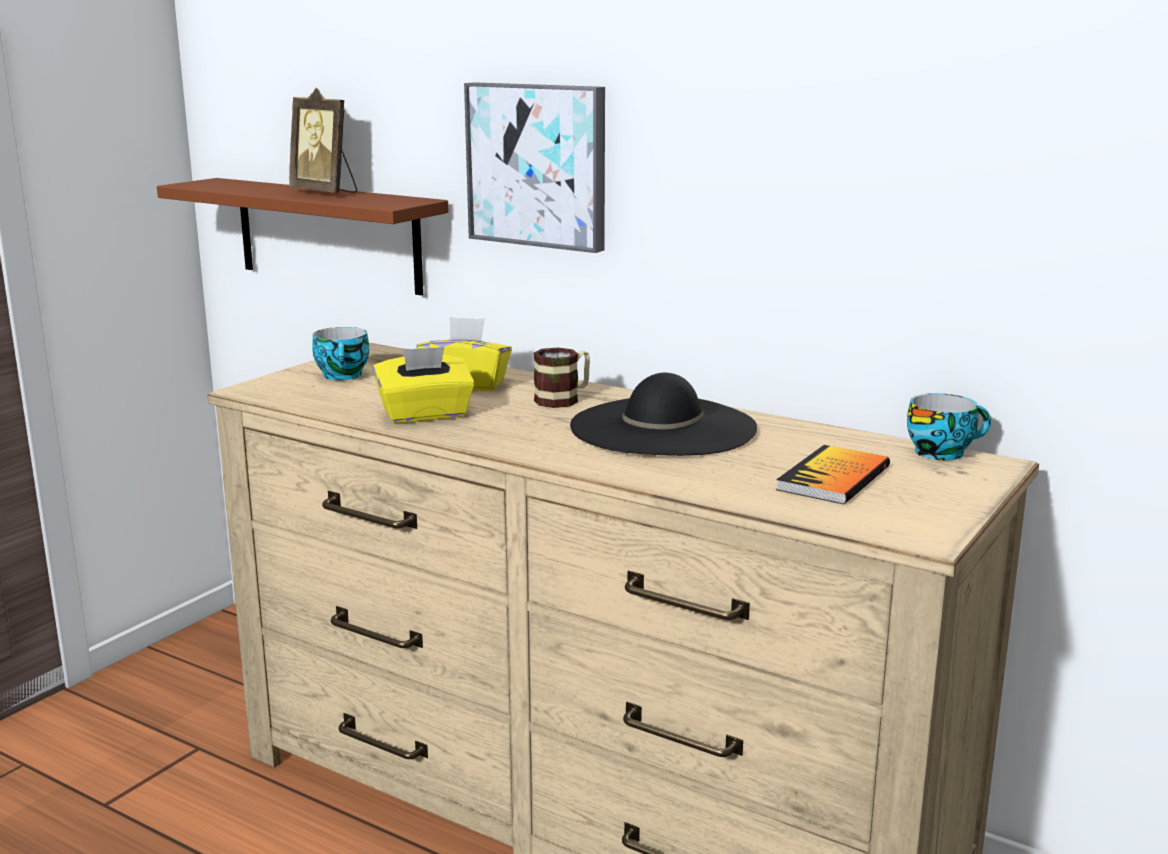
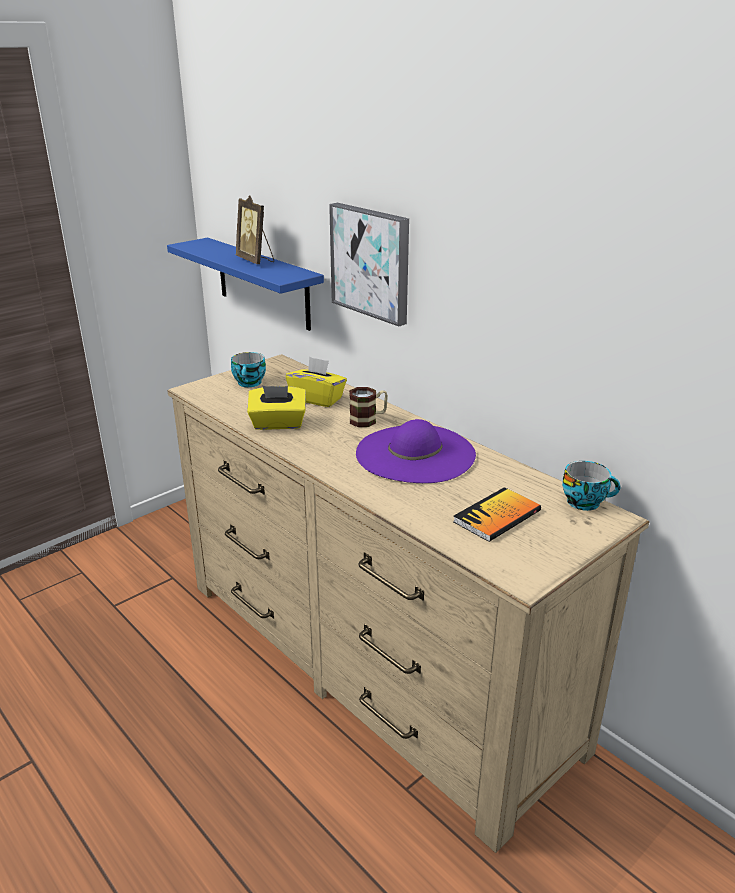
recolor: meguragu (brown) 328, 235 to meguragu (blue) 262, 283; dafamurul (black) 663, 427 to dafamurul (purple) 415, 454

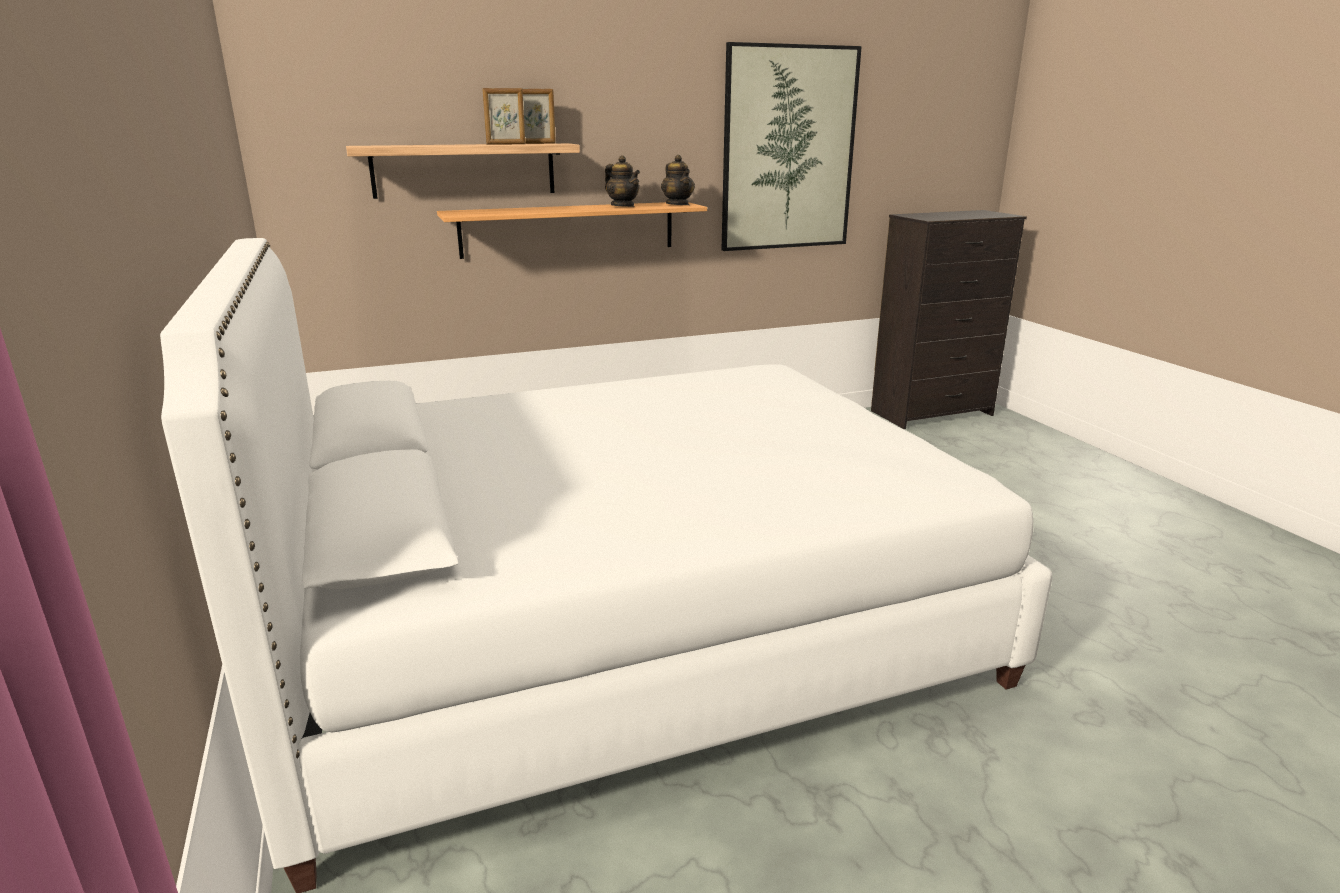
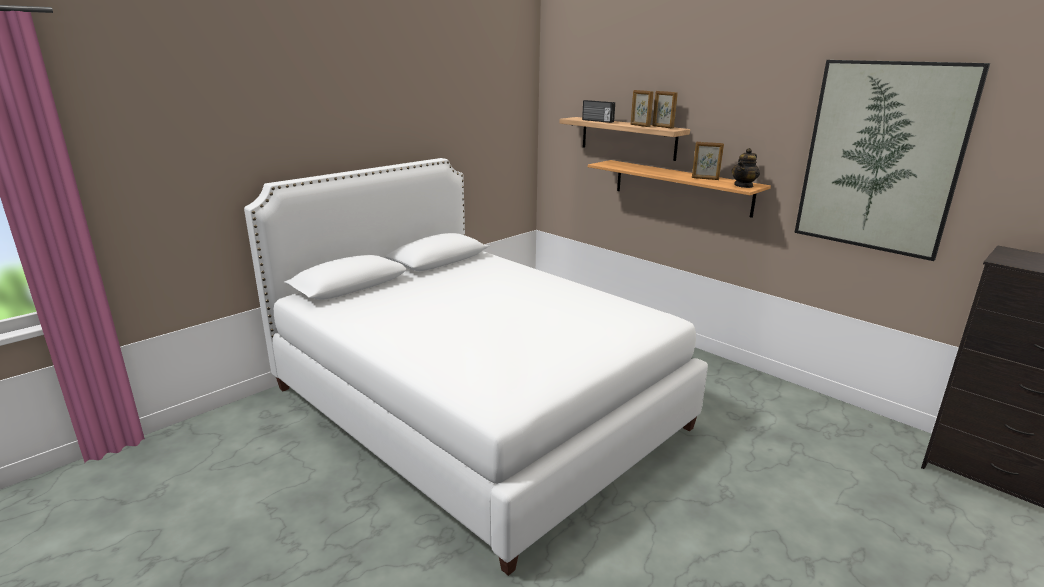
insert: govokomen 597, 121
replace: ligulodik 623, 206 to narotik 705, 178

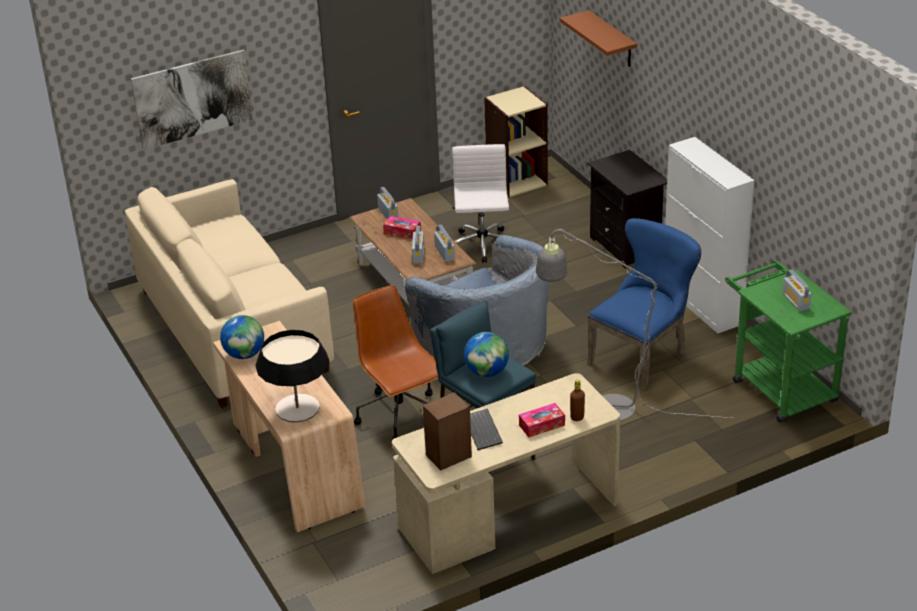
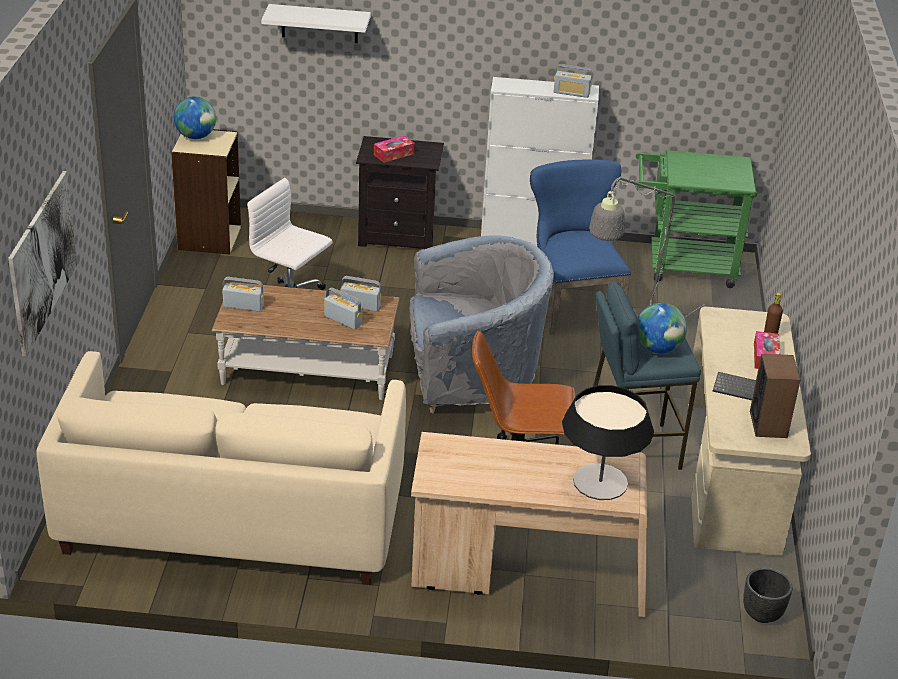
insert: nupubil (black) 762, 614
move: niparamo 244, 354 to 196, 136; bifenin 402, 232 to 394, 154; govokomen 795, 301 to 571, 93
recolor: meguragu (brown) 612, 40 to meguragu (white) 319, 23

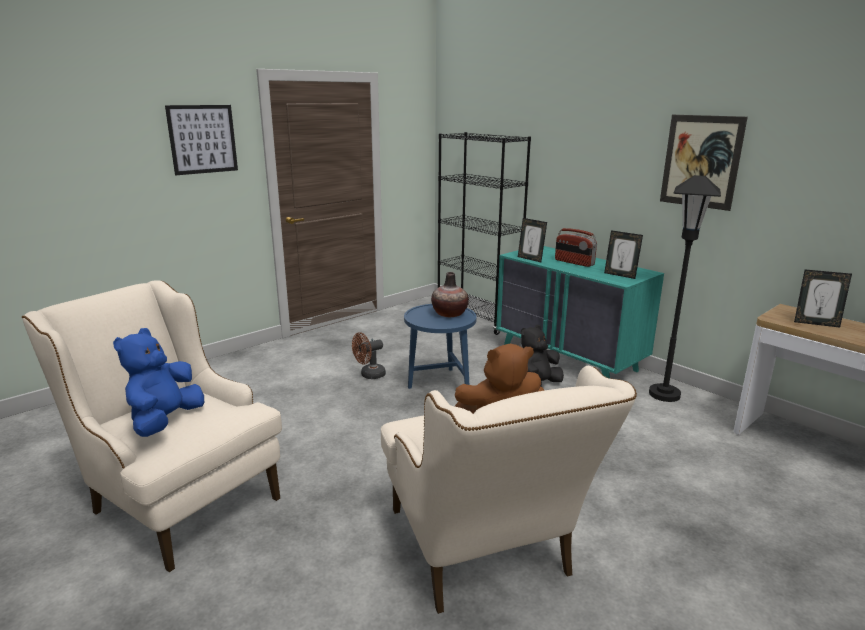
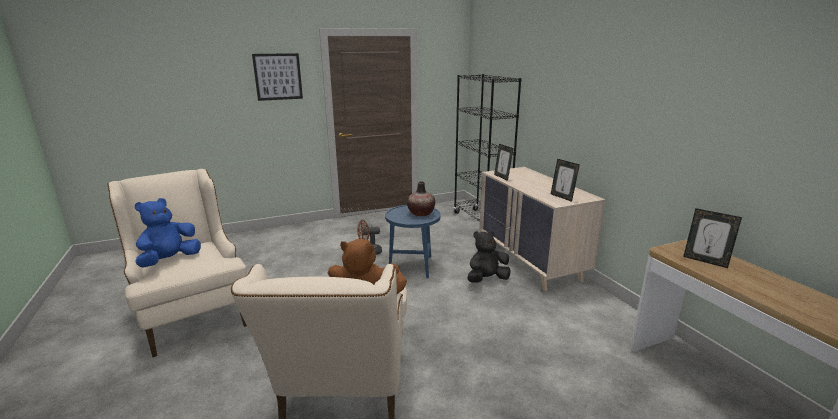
delete: govokomen 574, 262; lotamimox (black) 664, 394; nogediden 701, 161
recolor: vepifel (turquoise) 569, 358 to vepifel (beige) 530, 262

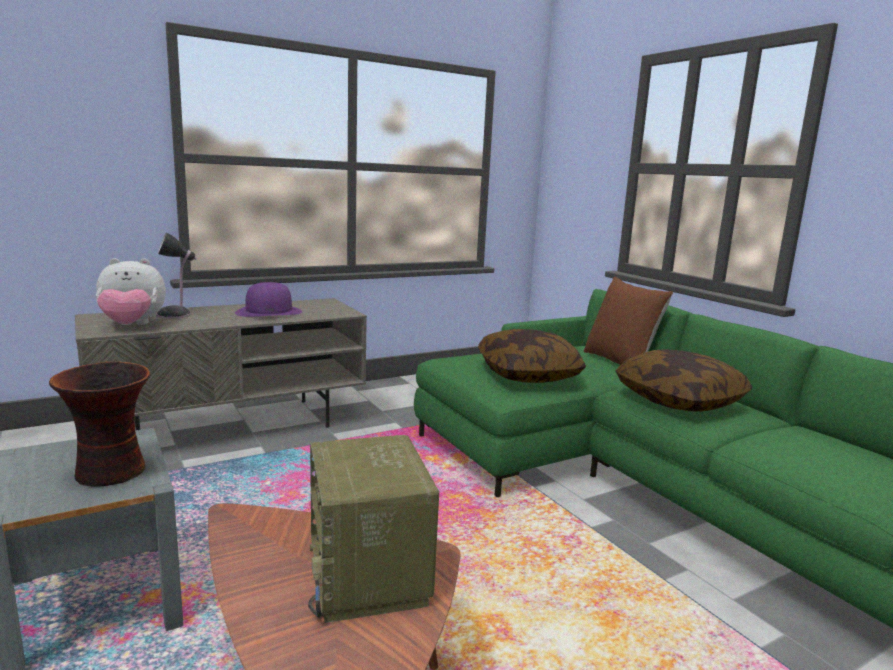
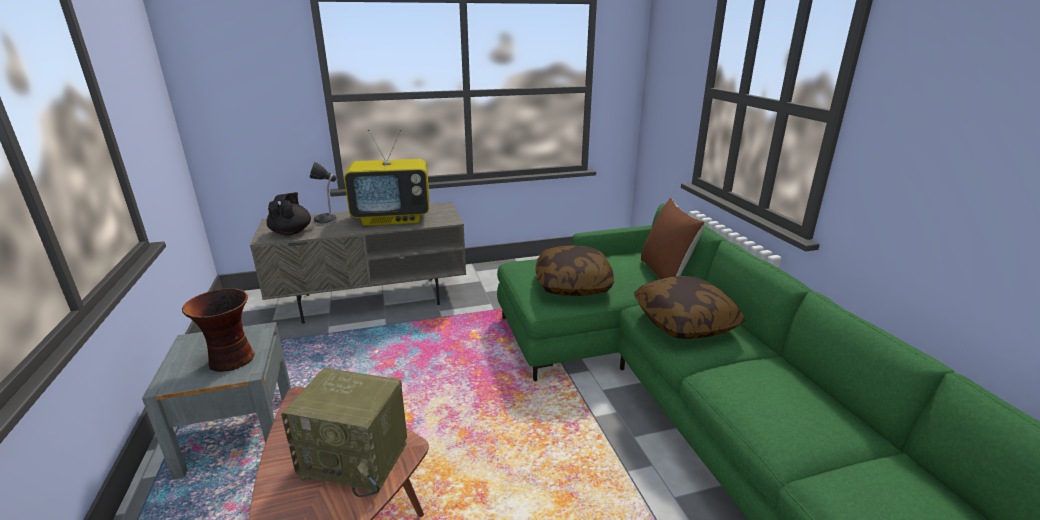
replace: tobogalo 132, 326 to ligulodik (black) 291, 232; dafamurul (purple) 269, 312 to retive 393, 218
rotate: govokomen 369, 575 = 357, 459 75 degrees counterclockwise

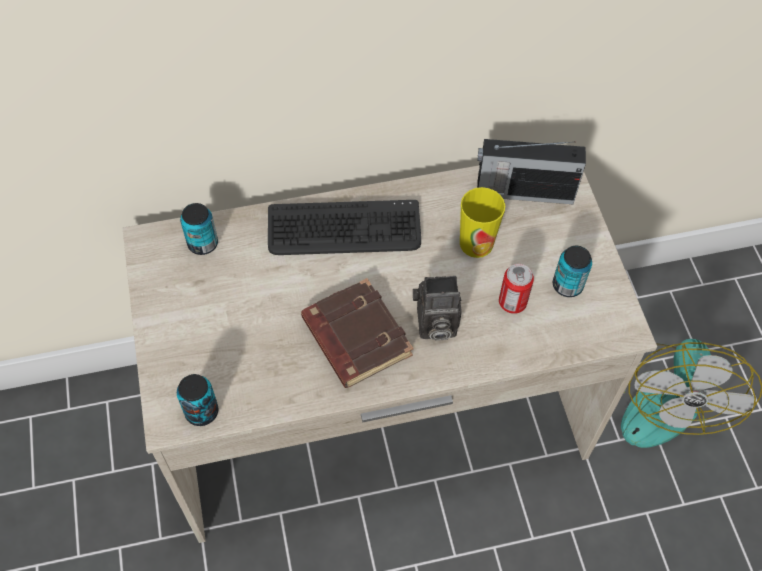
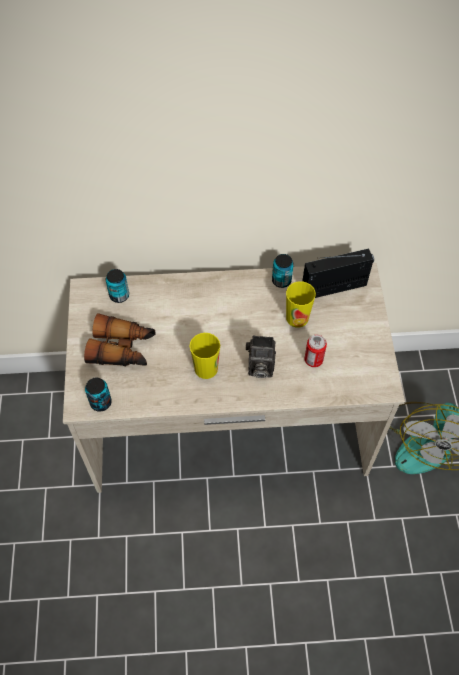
delete: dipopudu 344, 229
insert: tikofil 123, 348
move: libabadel 567, 285 to 281, 280
replace: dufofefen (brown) 354, 337 to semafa 206, 368
rotate: govokomen 523, 191 = 335, 287 150 degrees clockwise

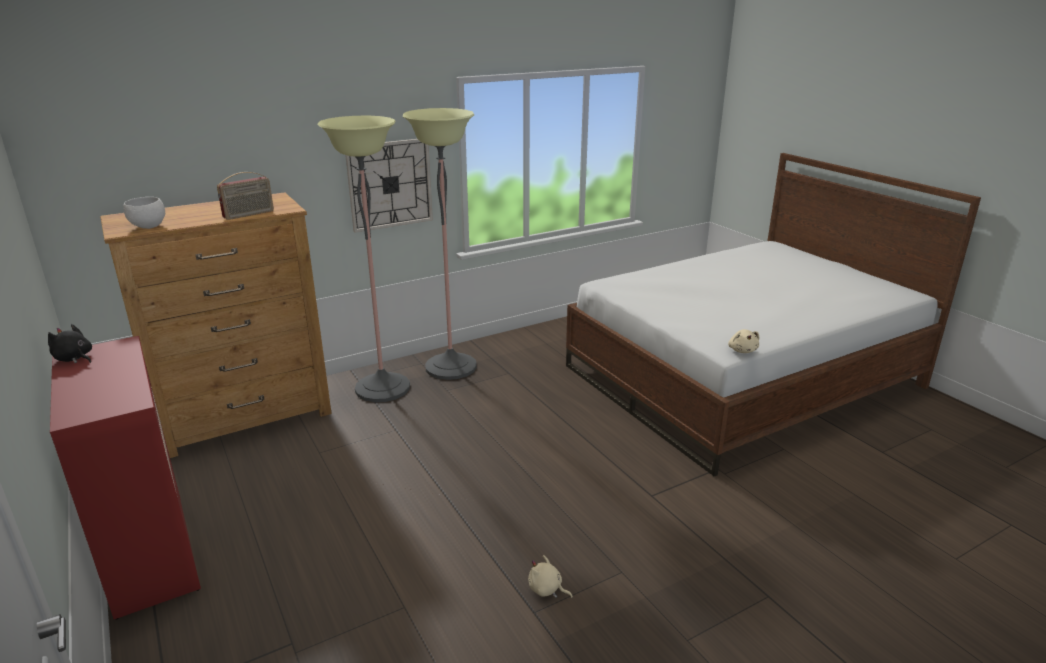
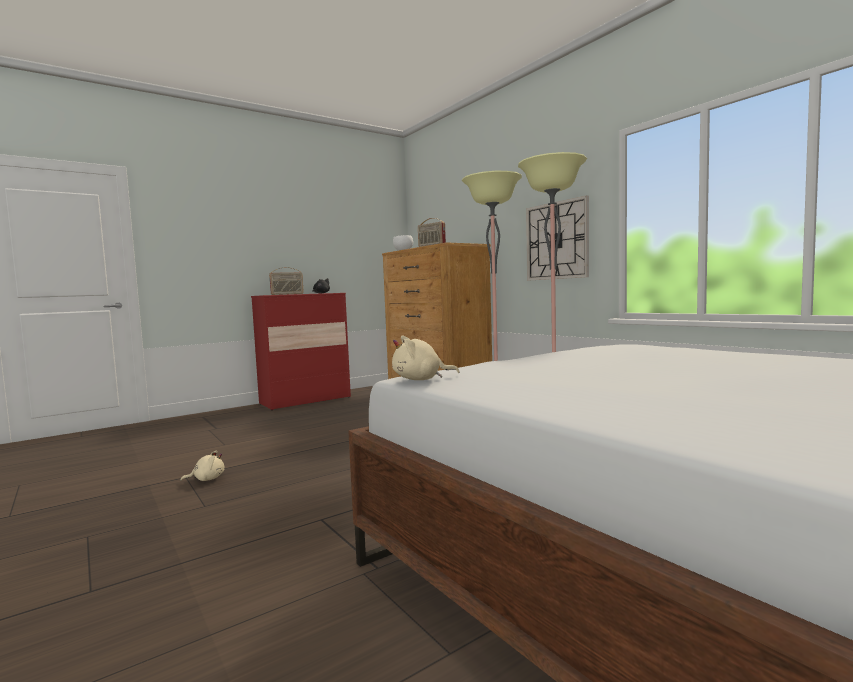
insert: govokomen 287, 294
rotate: tobogalo (beige) 547, 589 = 207, 479 45 degrees clockwise

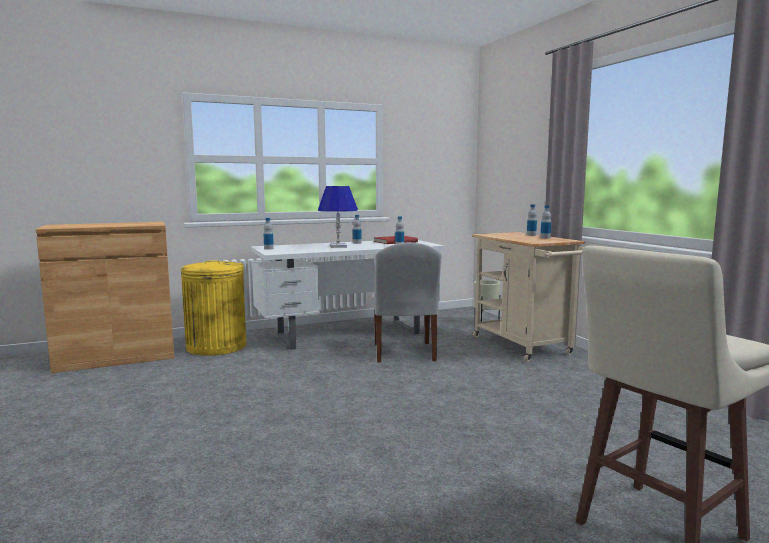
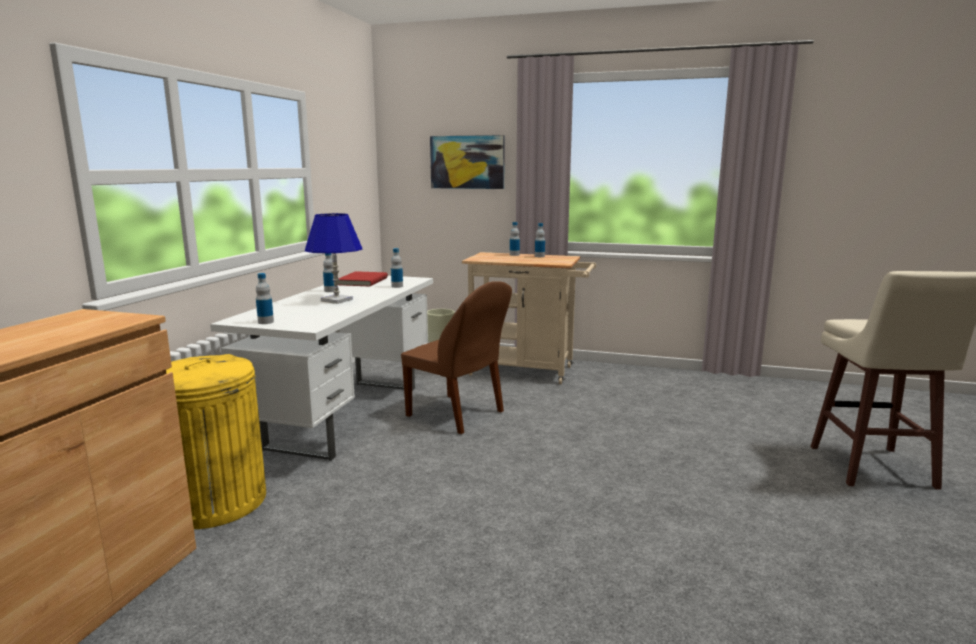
insert: nogediden 467, 162
recolor: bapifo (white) 404, 353 to bapifo (brown) 457, 415

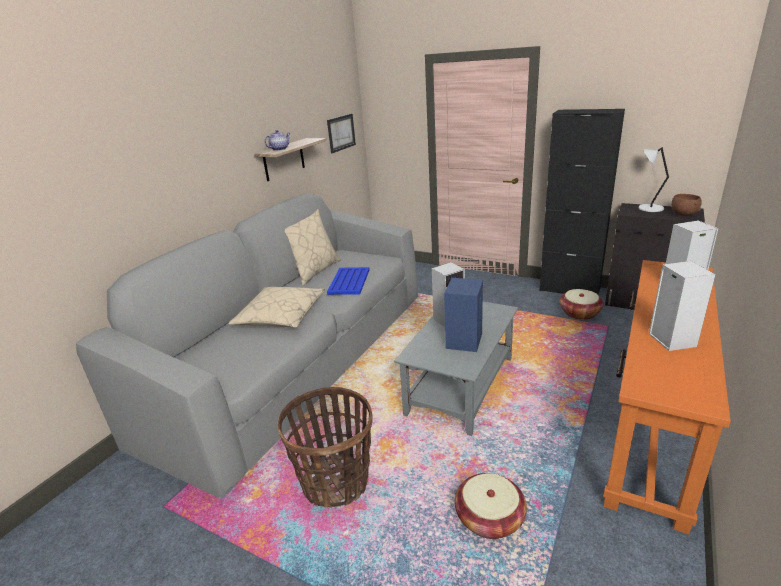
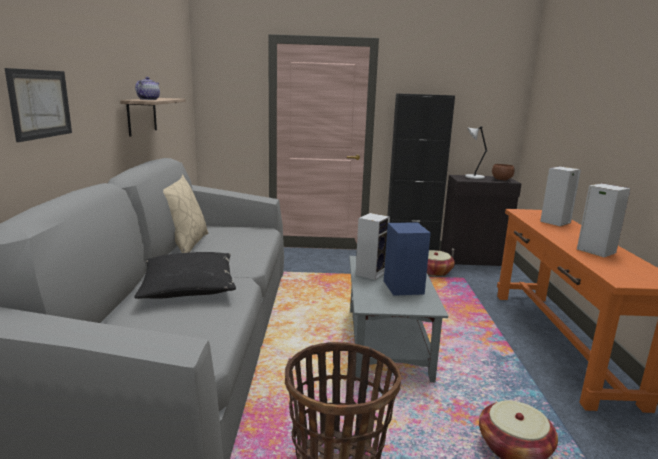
delete: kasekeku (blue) 349, 282
move: nogediden 341, 133 to 40, 104
recolor: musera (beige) 281, 315 to musera (black) 188, 286

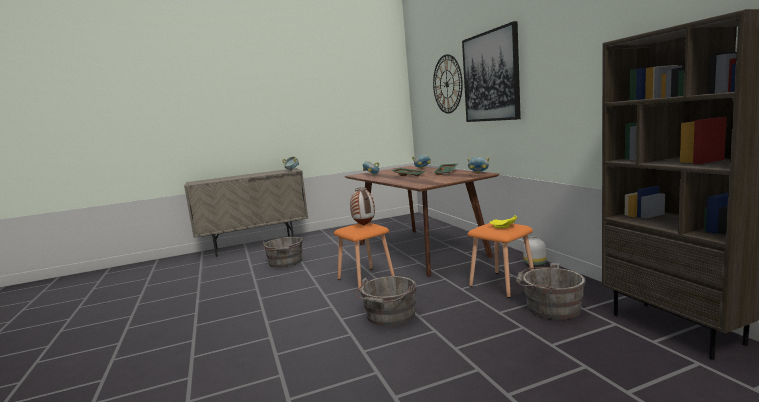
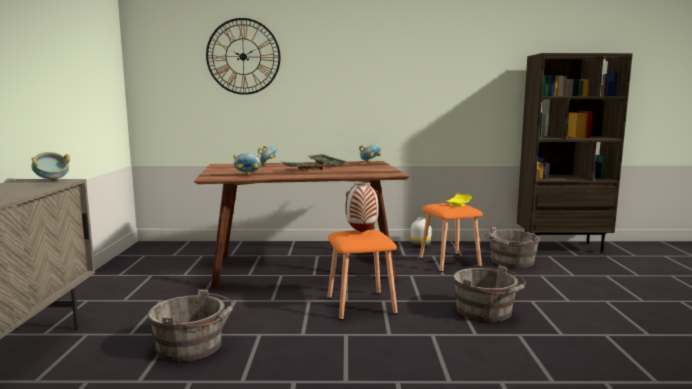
delete: nogediden 491, 77

